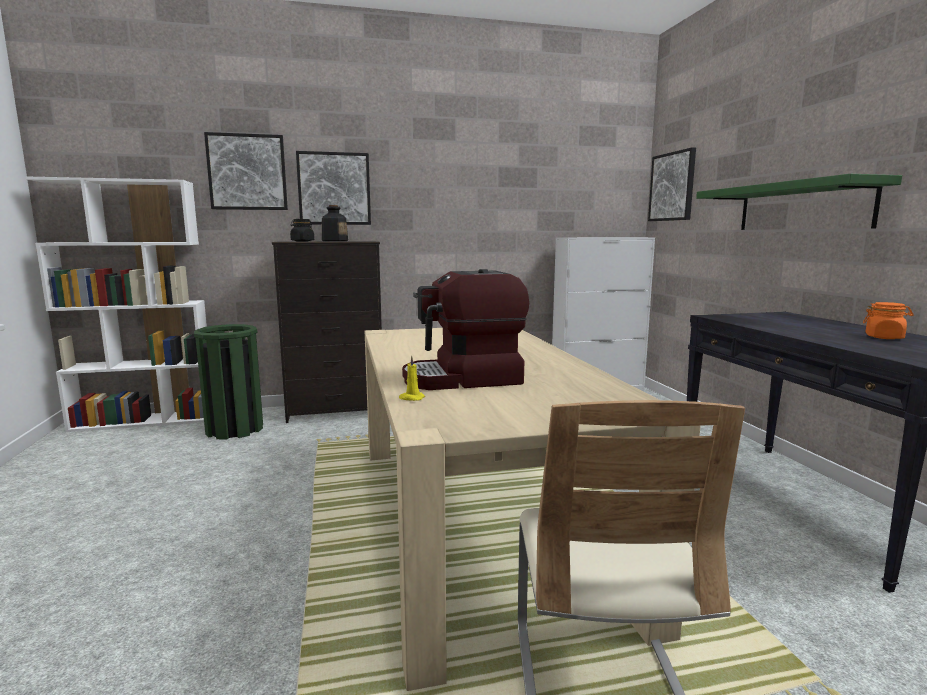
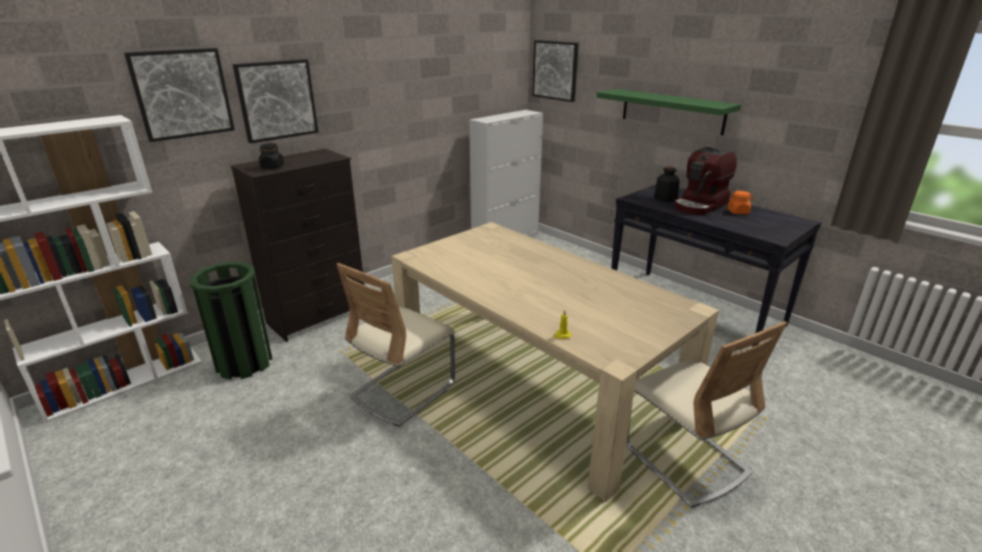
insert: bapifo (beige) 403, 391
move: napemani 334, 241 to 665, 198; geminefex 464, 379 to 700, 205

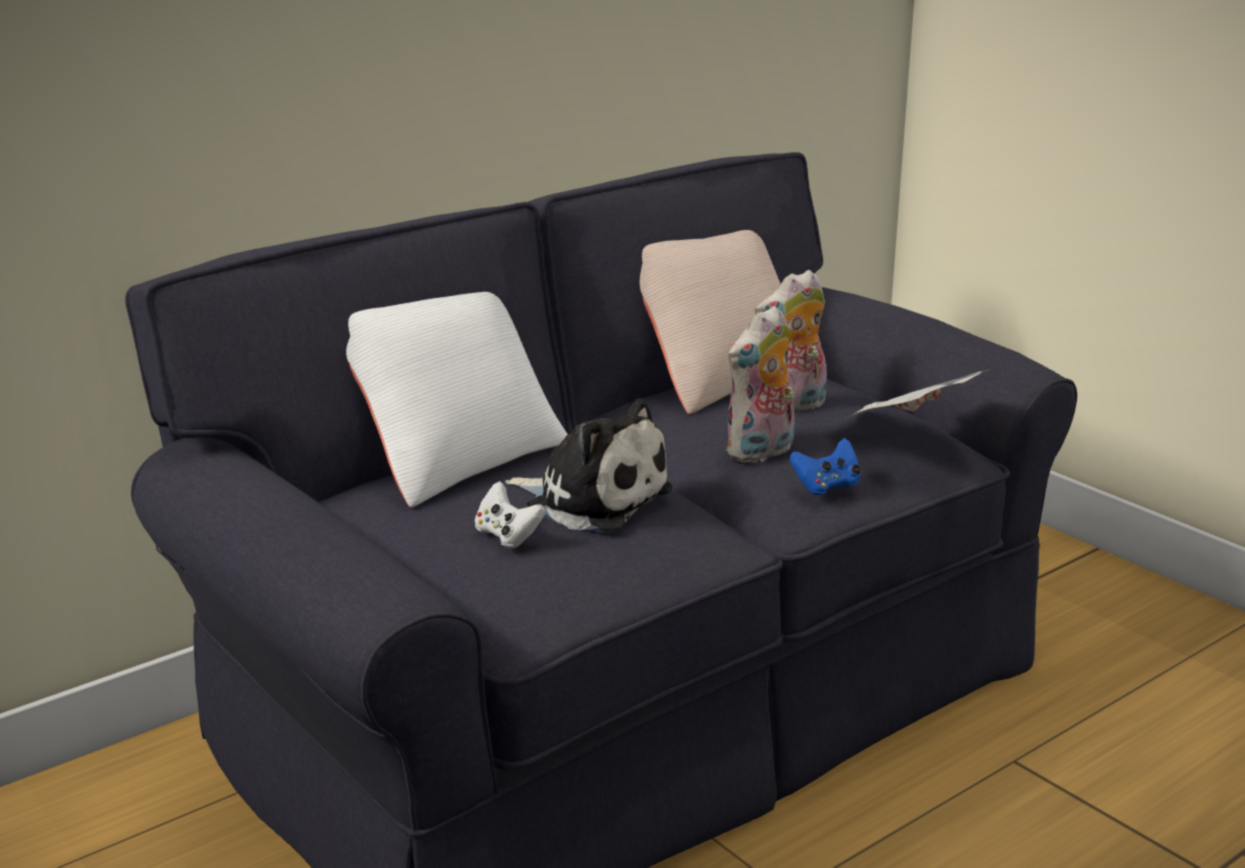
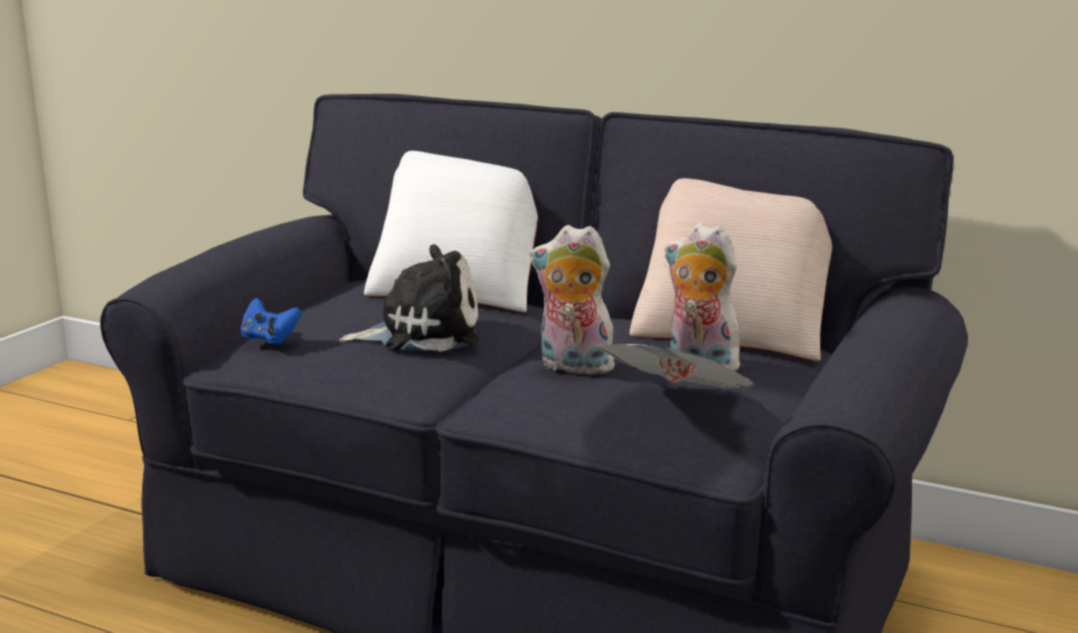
delete: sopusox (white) 507, 536
move: sopusox (blue) 826, 486 to 269, 339
rotate: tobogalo 592, 499 = 422, 333 105 degrees counterclockwise

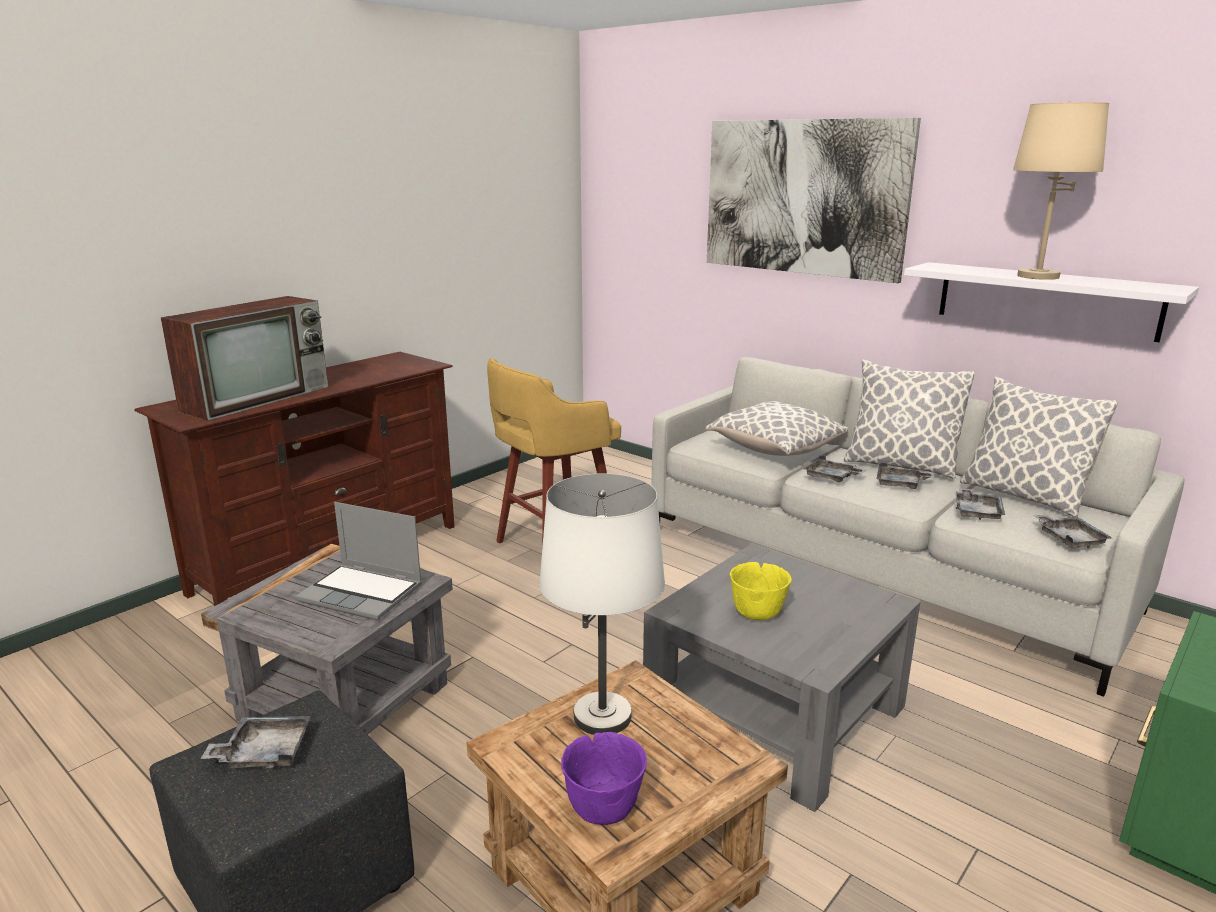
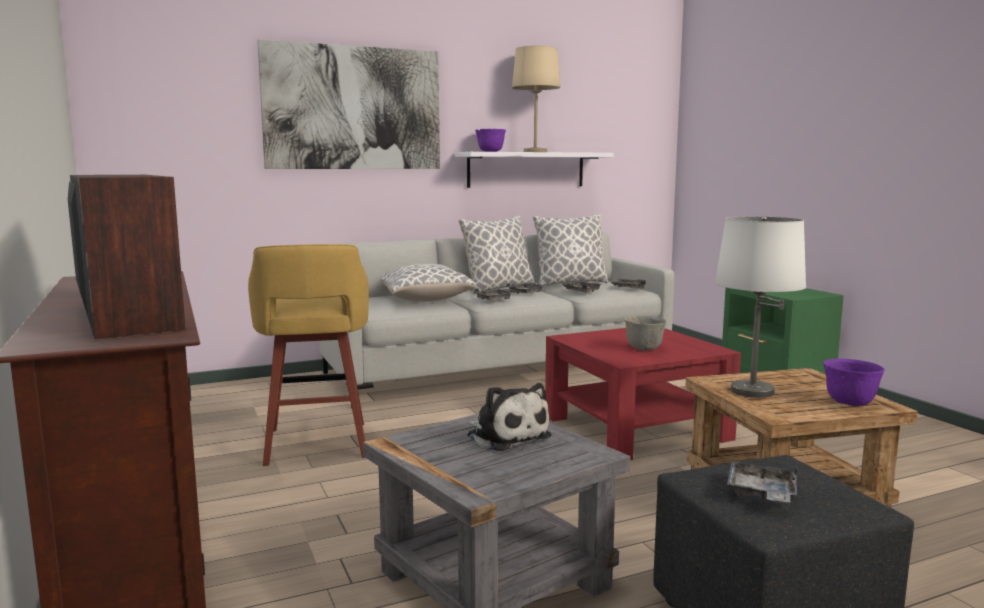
insert: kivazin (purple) 490, 151
replace: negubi 363, 593 to tobogalo 506, 436
recolor: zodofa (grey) 774, 712 to zodofa (red) 635, 428; kivazin (yellow) 757, 613 to kivazin (grey) 643, 348

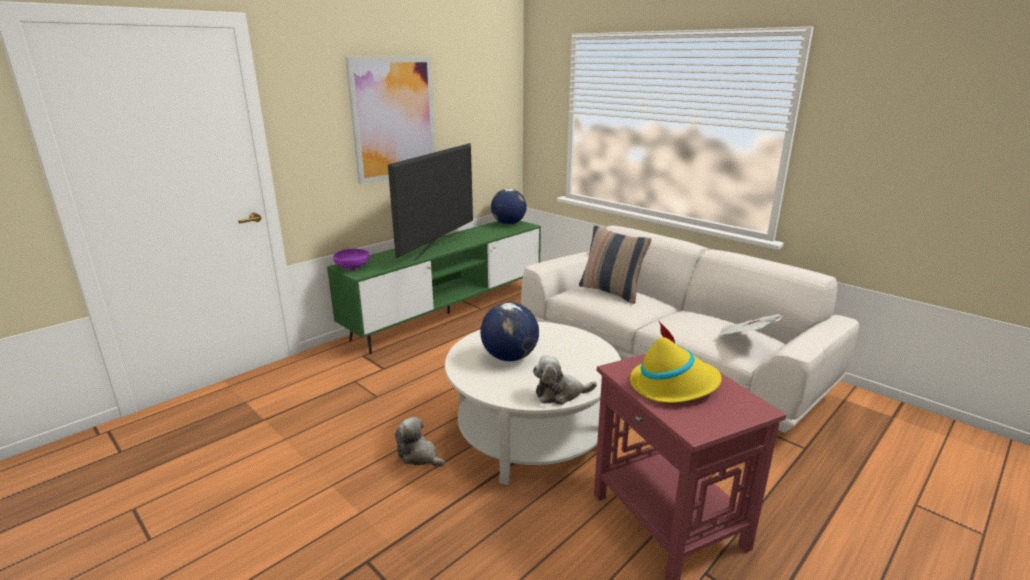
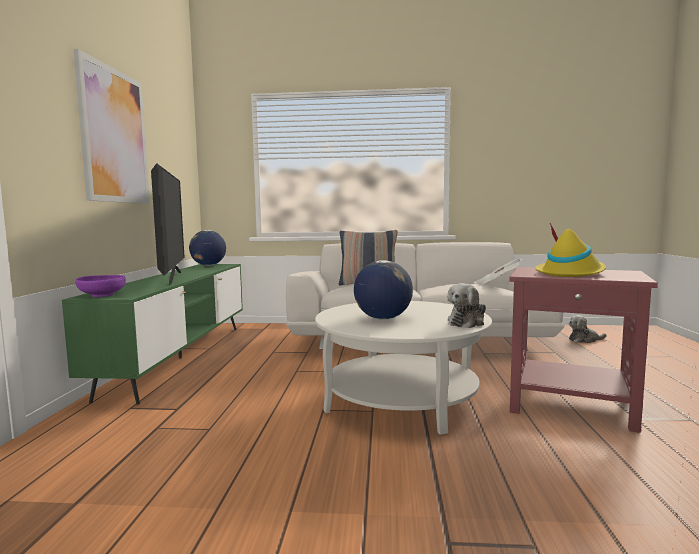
move: tobogalo 419, 456 to 584, 340

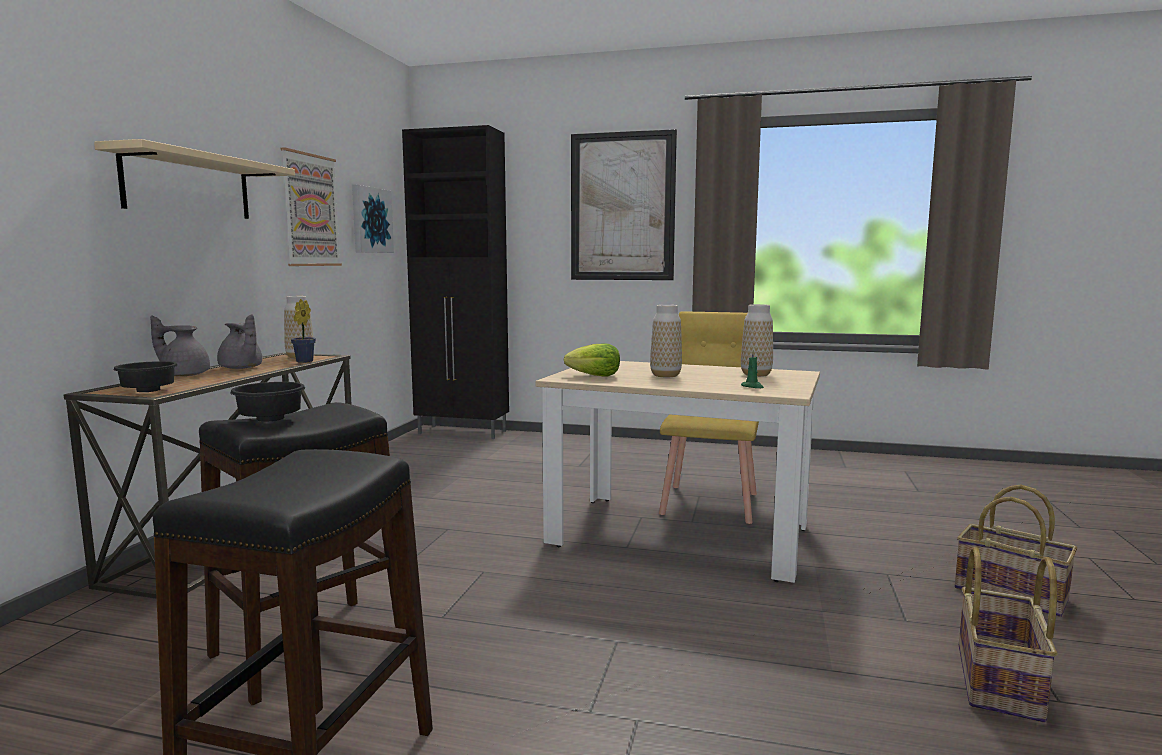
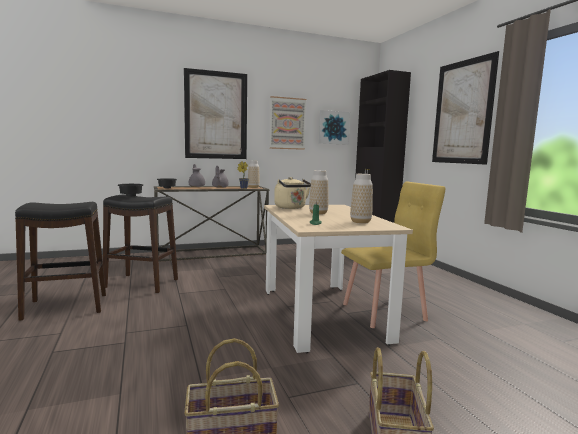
replace: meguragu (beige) 188, 186 to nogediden 216, 115; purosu 595, 376 to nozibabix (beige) 291, 208

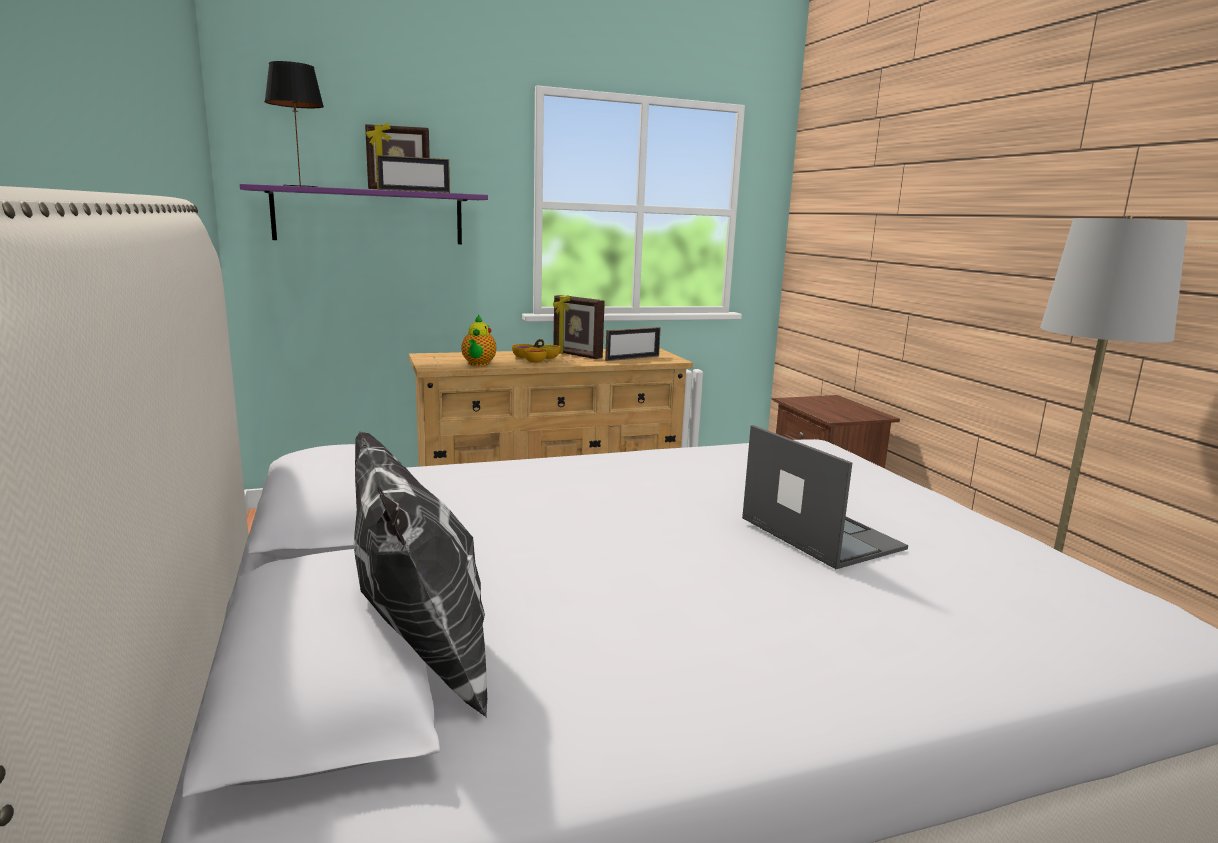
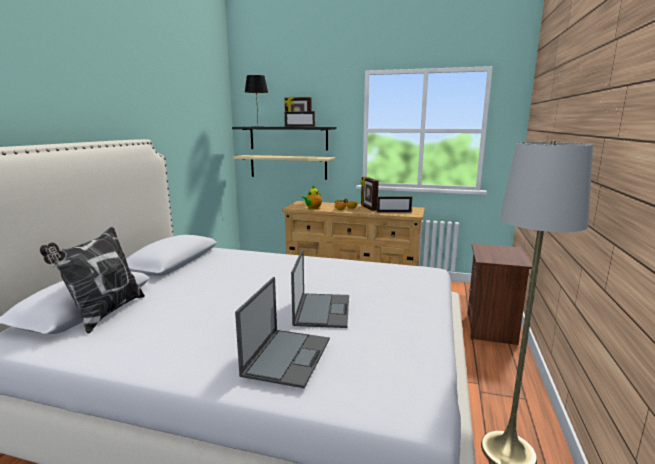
insert: meguragu (beige) 288, 167; negubi 287, 356
recolor: meguragu (purple) 369, 216 to meguragu (black) 288, 138

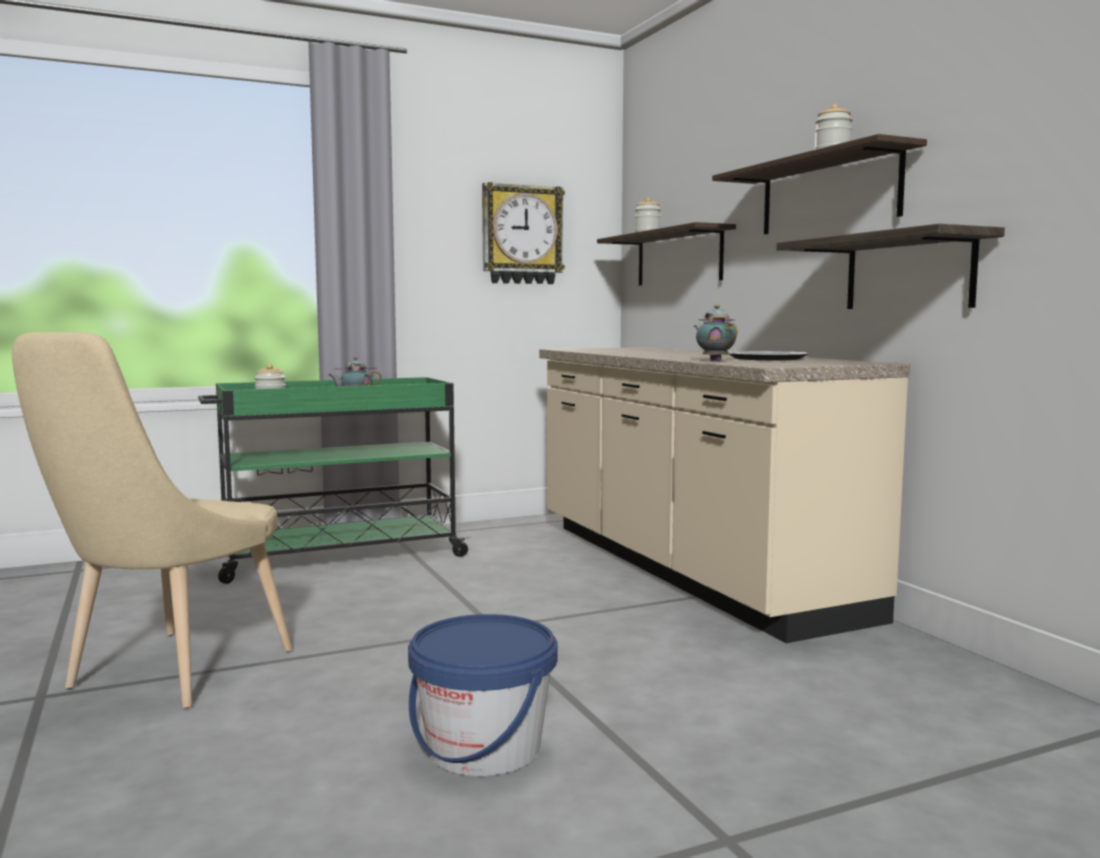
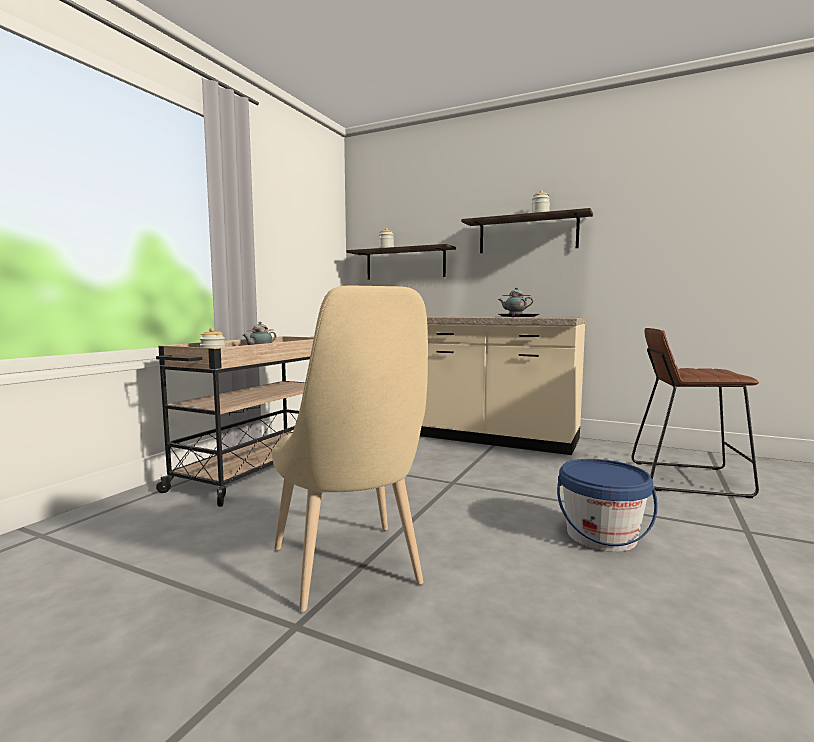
delete: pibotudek 521, 235; meguragu 908, 273
insert: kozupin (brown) 687, 478
recolor: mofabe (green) 337, 557 to mofabe (beige) 257, 470

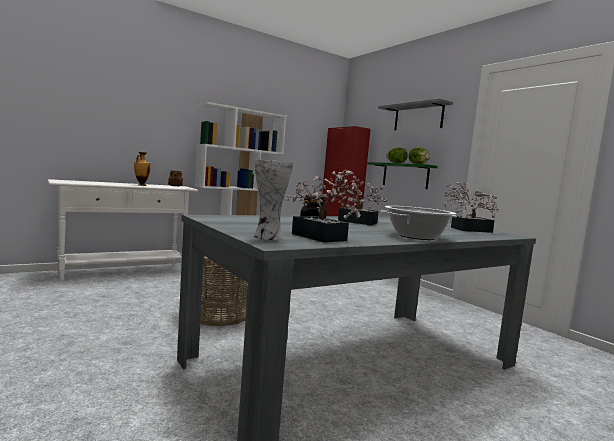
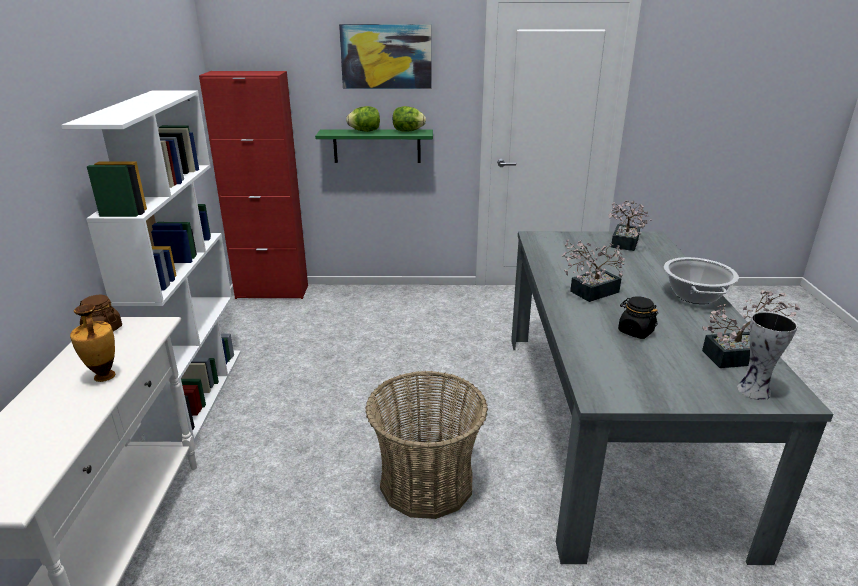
replace: meguragu (grey) 418, 117 to nogediden 386, 56

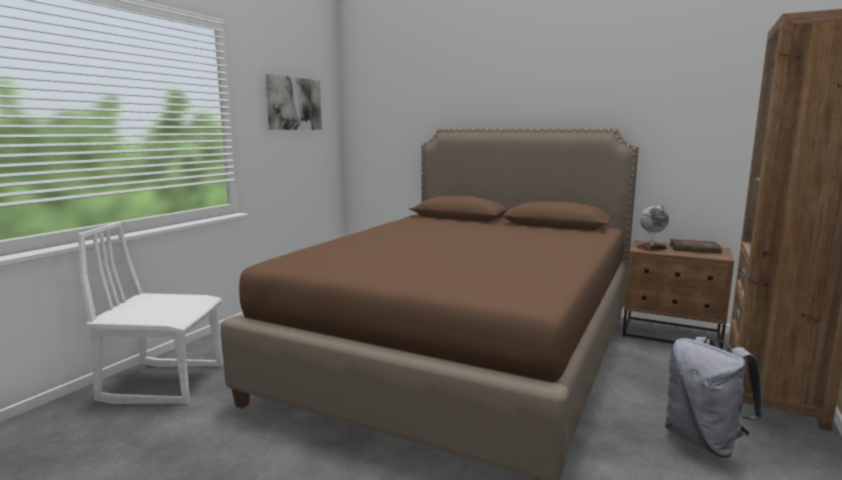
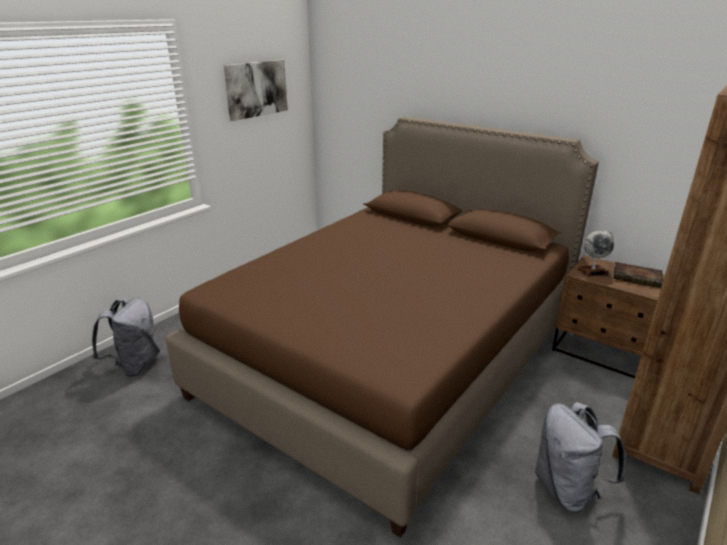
replace: bapifo (white) 164, 382 to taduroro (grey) 135, 365

